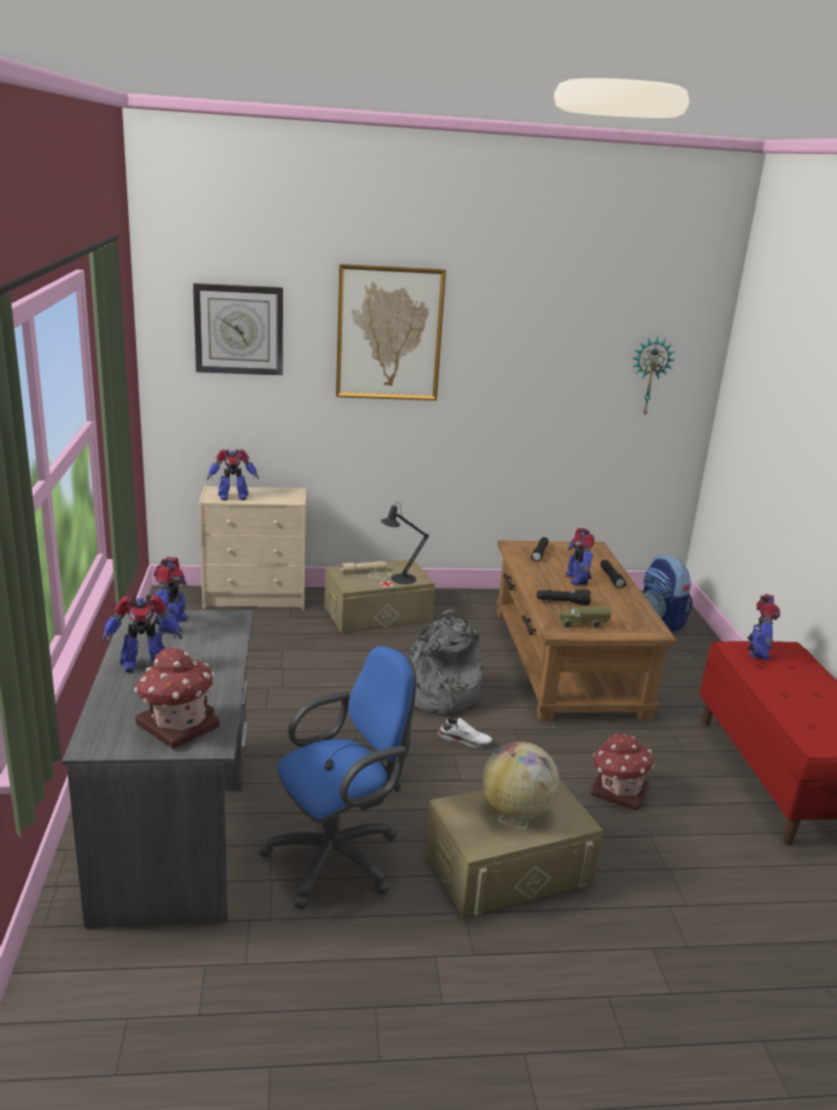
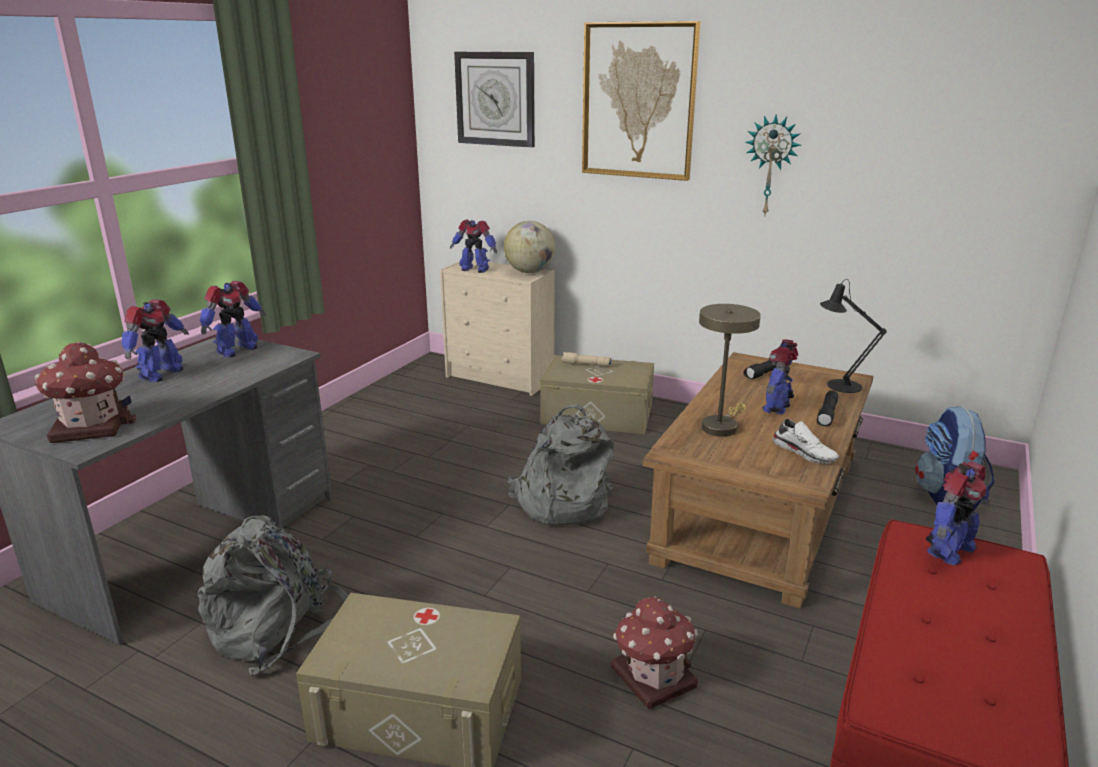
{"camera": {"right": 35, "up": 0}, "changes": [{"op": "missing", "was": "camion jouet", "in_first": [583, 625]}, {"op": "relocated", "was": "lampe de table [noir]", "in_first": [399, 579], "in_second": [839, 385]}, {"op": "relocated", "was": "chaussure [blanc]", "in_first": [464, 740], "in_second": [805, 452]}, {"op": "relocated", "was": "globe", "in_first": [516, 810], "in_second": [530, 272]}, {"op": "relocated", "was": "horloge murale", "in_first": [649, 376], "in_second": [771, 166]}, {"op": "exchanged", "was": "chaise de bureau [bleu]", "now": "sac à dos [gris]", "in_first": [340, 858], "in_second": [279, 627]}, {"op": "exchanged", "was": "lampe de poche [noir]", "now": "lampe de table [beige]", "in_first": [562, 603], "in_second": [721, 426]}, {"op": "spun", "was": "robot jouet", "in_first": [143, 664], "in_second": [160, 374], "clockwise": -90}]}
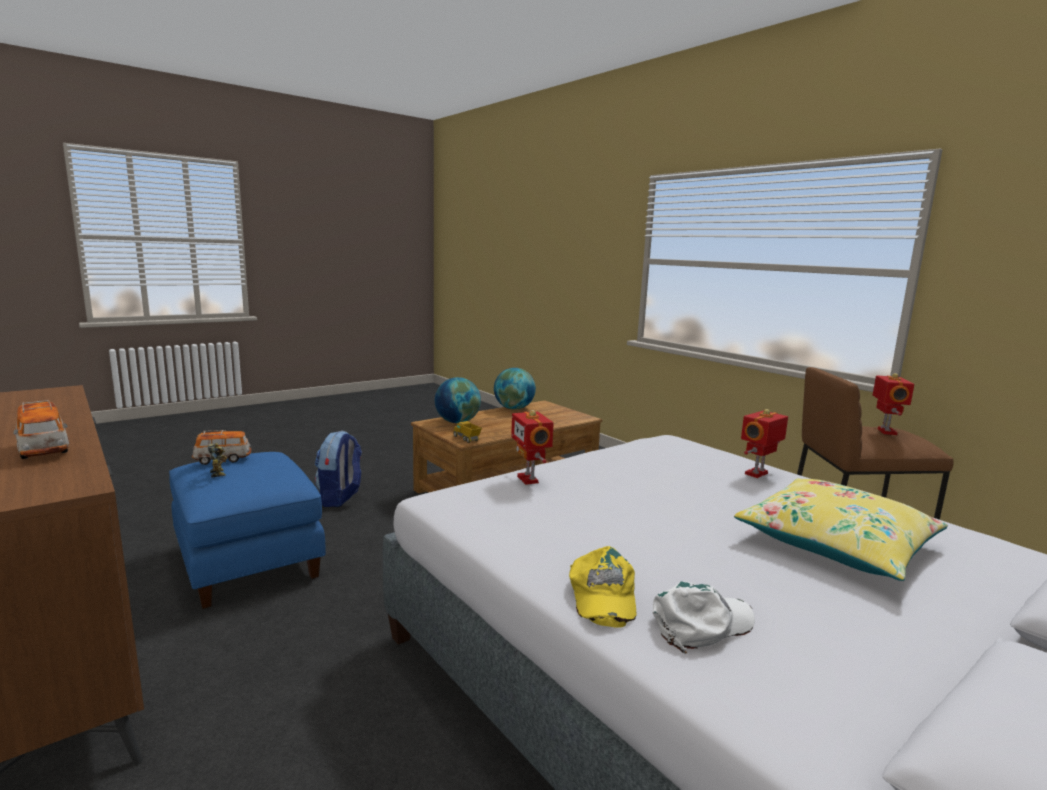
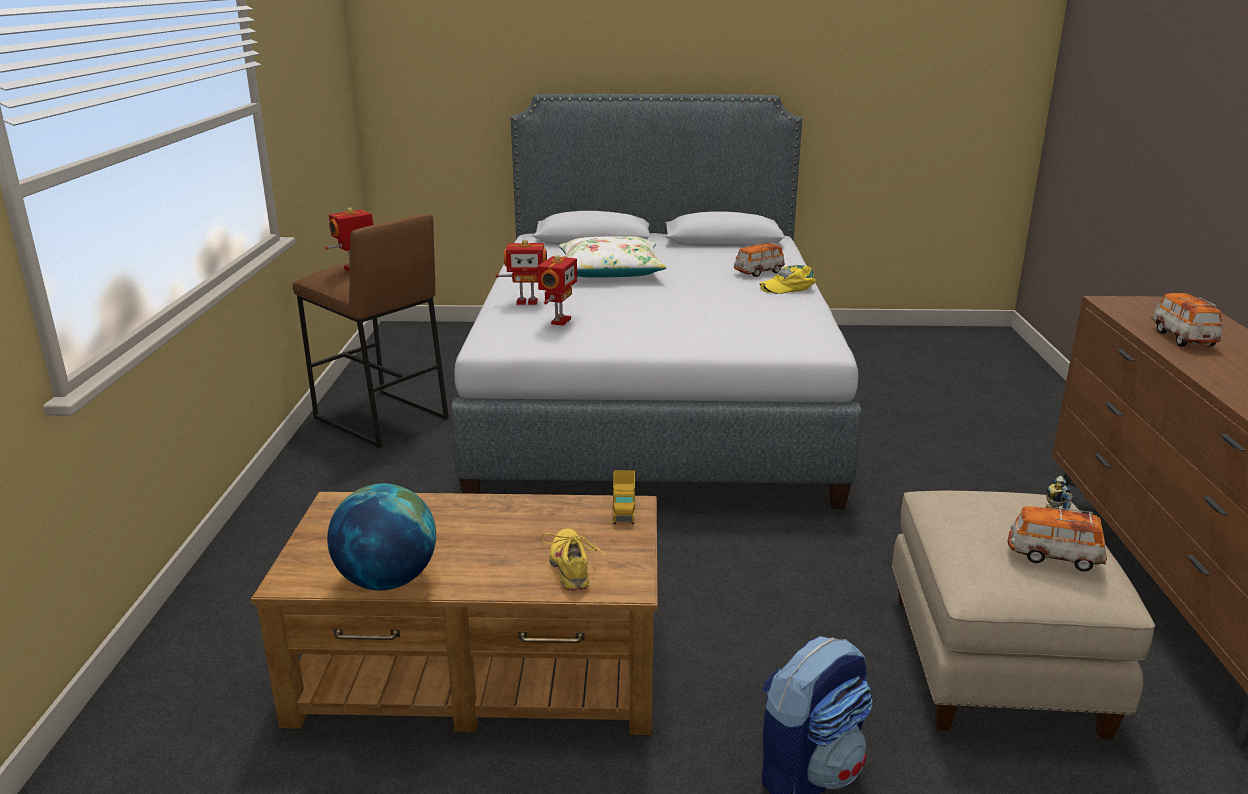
{"camera": {"right": -140, "up": 10}, "changes": [{"op": "relocated", "was": "robot jouet", "in_first": [529, 479], "in_second": [559, 321]}, {"op": "exchanged", "was": "globe", "now": "chaussure [jaune]", "in_first": [457, 422], "in_second": [572, 567]}, {"op": "exchanged", "was": "casquette [blanc]", "now": "petite voiture", "in_first": [701, 624], "in_second": [758, 272]}, {"op": "colour", "was": "pouf [bleu]", "now": "pouf [beige]", "in_first": [246, 561], "in_second": [997, 663]}, {"op": "colour", "was": "coussin [jaune]", "now": "coussin [blanc]", "in_first": [837, 543], "in_second": [610, 271]}, {"op": "spun", "was": "casquette [jaune]", "in_first": [602, 595], "in_second": [788, 287], "clockwise": -150}]}
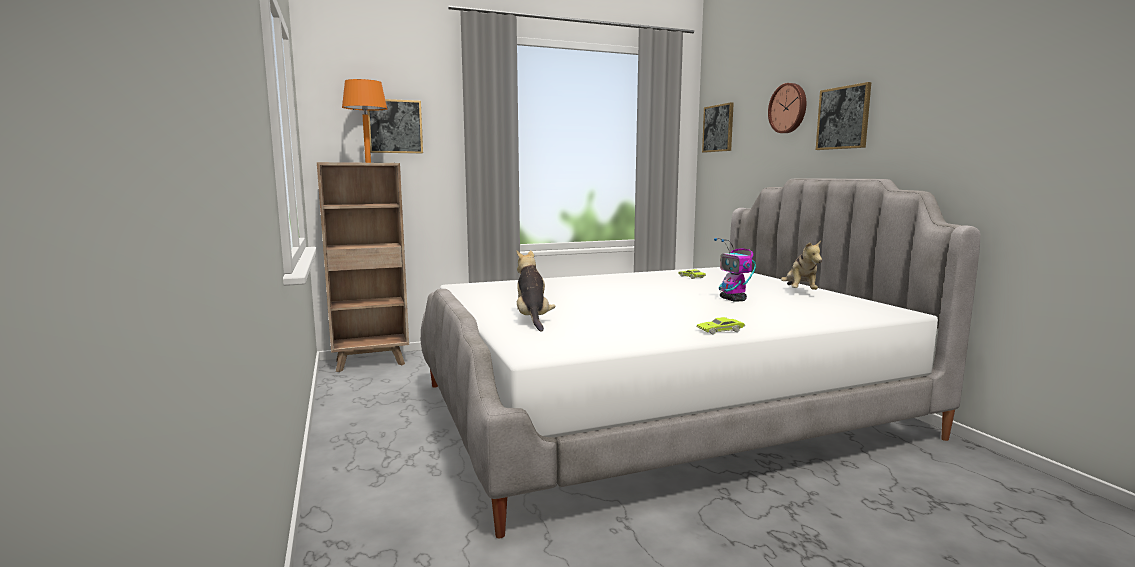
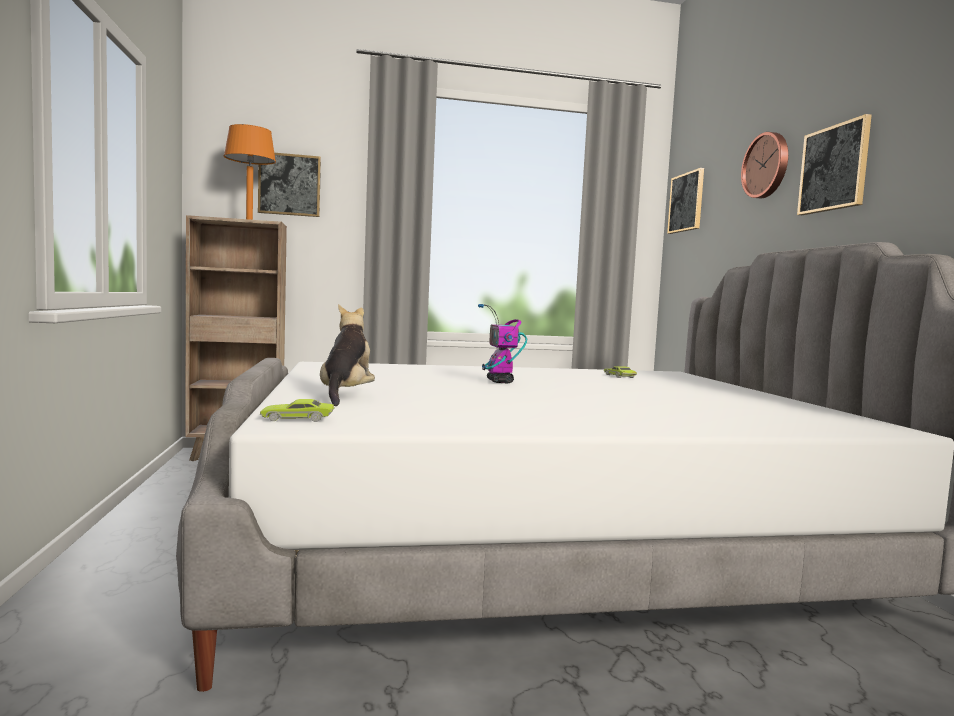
{"camera": {"right": 10, "up": -5}, "changes": [{"op": "missing", "was": "peluche", "in_first": [799, 292]}, {"op": "relocated", "was": "petite voiture [vert]", "in_first": [720, 330], "in_second": [298, 418]}, {"op": "relocated", "was": "robot jouet", "in_first": [733, 299], "in_second": [500, 381]}]}
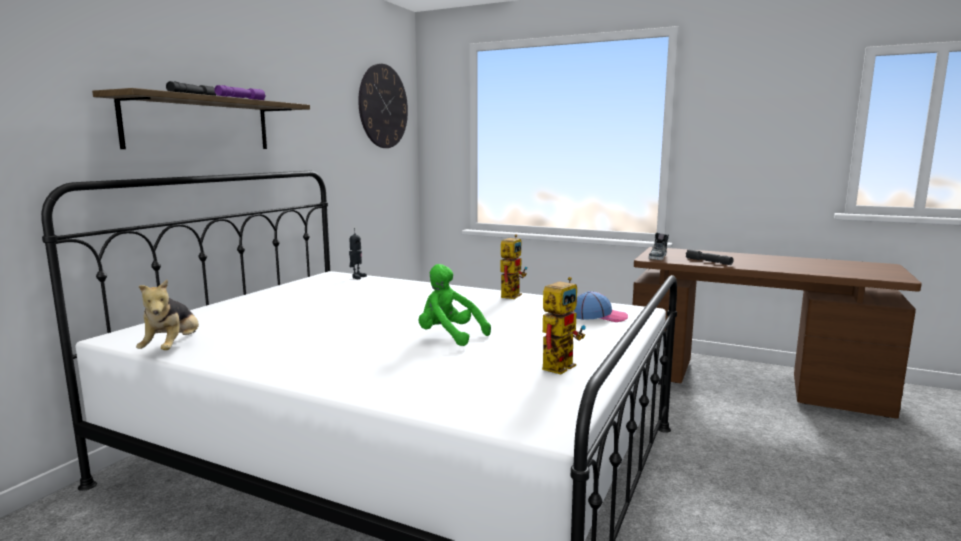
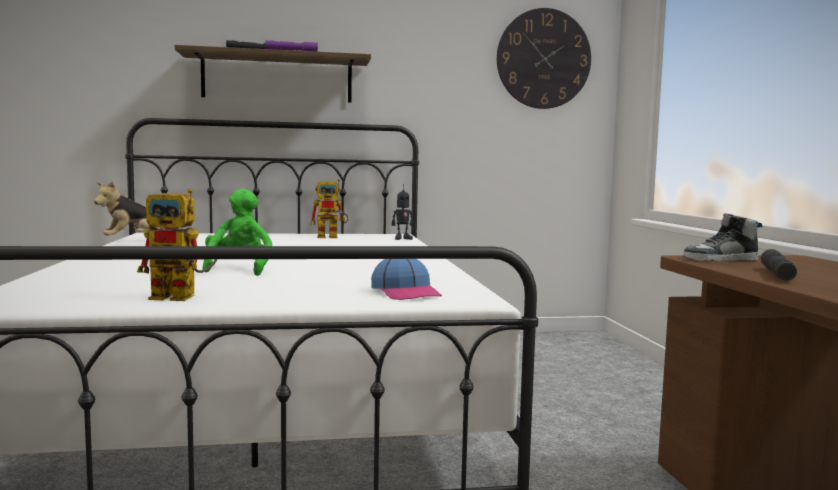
{"camera": {"right": 55, "up": -5}, "changes": [{"op": "relocated", "was": "robot jouet", "in_first": [511, 294], "in_second": [332, 237]}]}
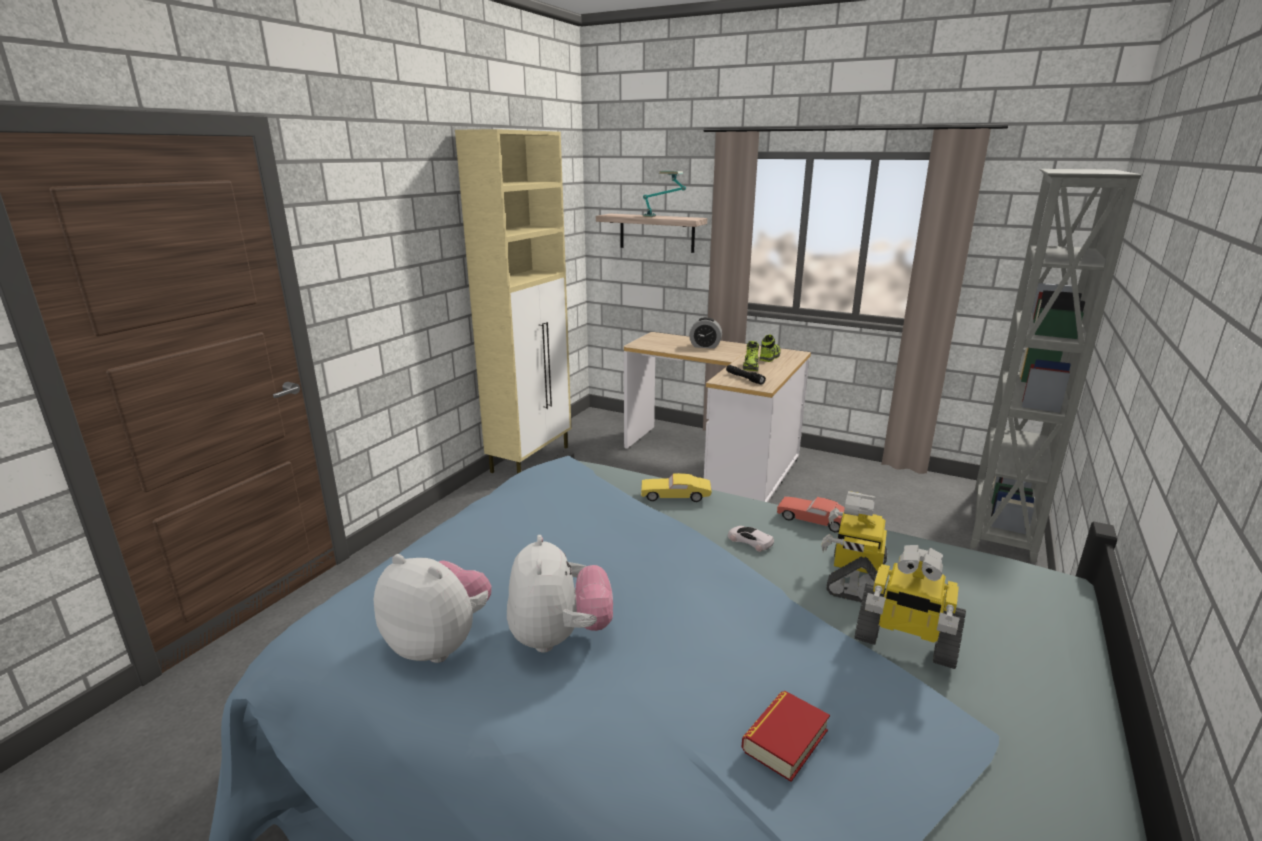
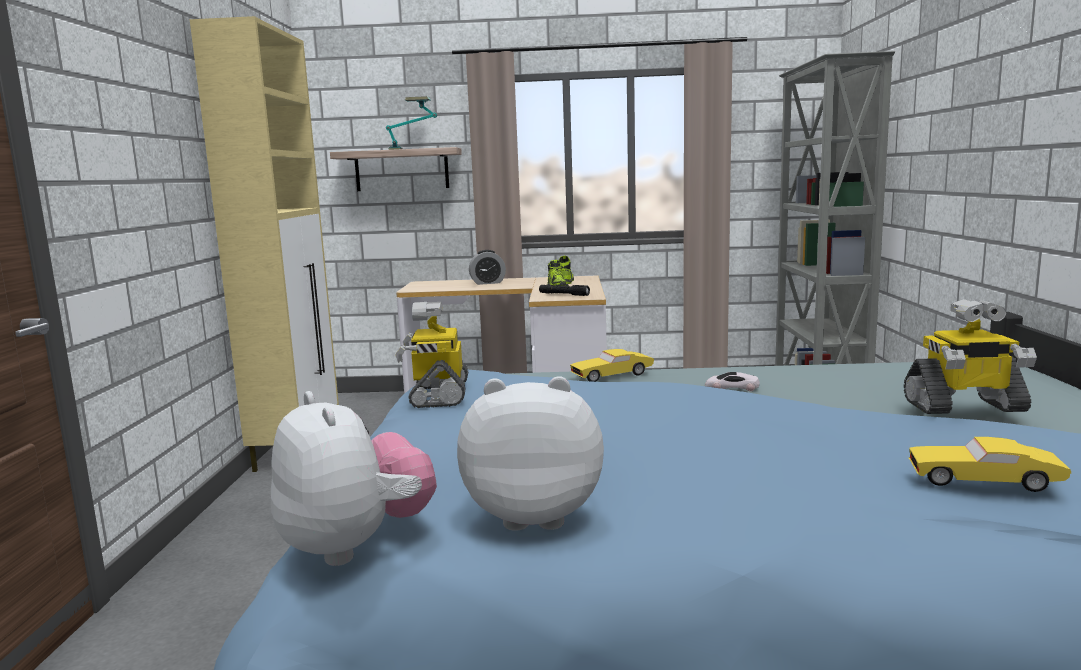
{"camera": {"right": -25, "up": -10}, "changes": [{"op": "missing", "was": "petite voiture [rouge]", "in_first": [815, 521]}, {"op": "relocated", "was": "peluche", "in_first": [559, 637], "in_second": [355, 545]}, {"op": "relocated", "was": "robot jouet", "in_first": [854, 577], "in_second": [438, 395]}, {"op": "exchanged", "was": "livre", "now": "petite voiture [jaune]", "in_first": [785, 740], "in_second": [984, 481]}]}
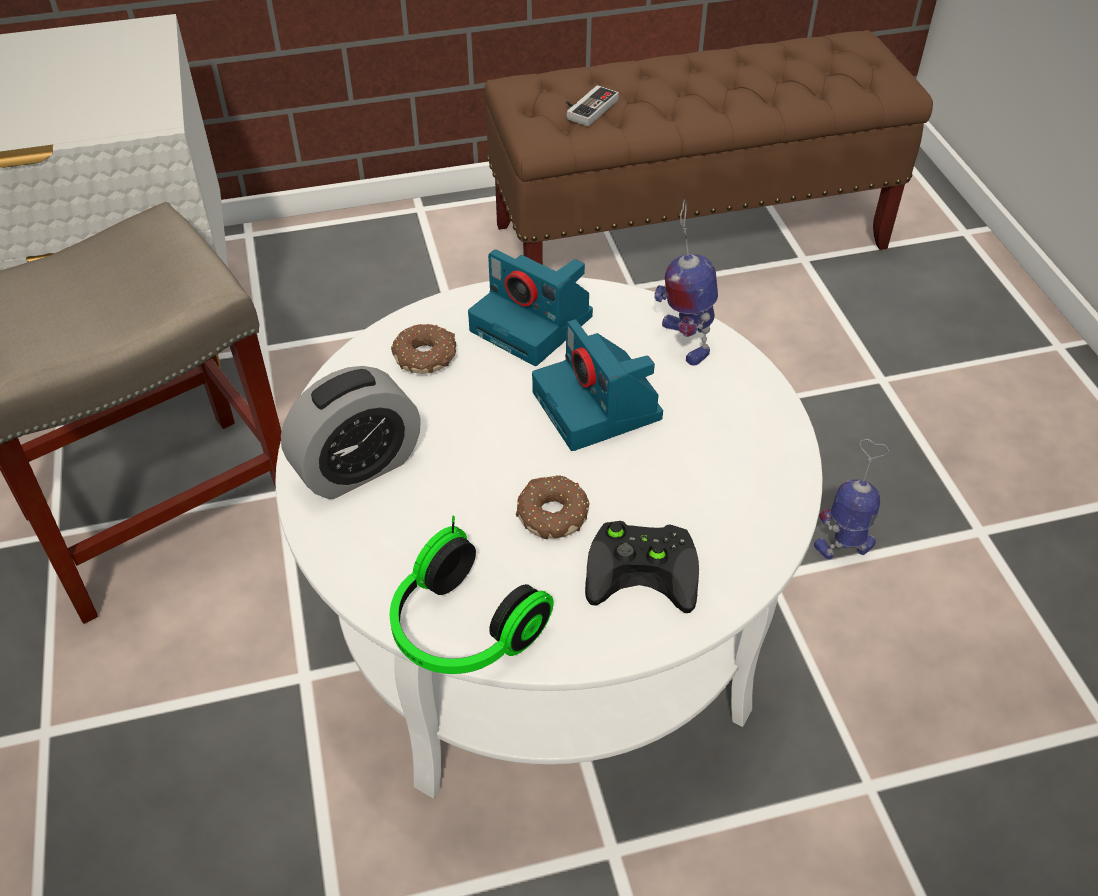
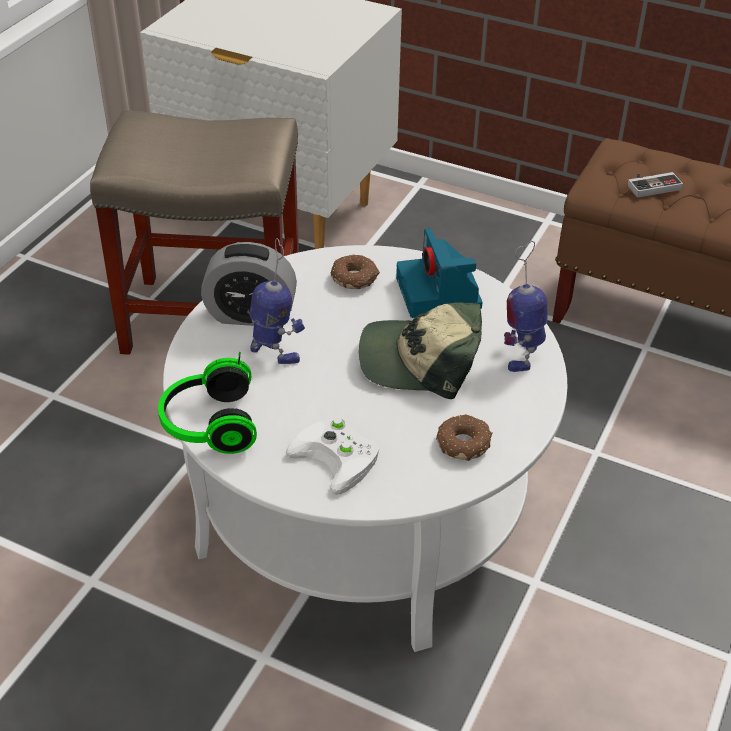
{"camera": {"right": 40, "up": -5}, "changes": [{"op": "relocated", "was": "beignet", "in_first": [552, 513], "in_second": [463, 443]}, {"op": "relocated", "was": "robot jouet", "in_first": [845, 547], "in_second": [275, 352]}, {"op": "exchanged", "was": "appareil photo", "now": "casquette", "in_first": [599, 407], "in_second": [420, 360]}, {"op": "colour", "was": "manette [noir]", "now": "manette [blanc]", "in_first": [645, 568], "in_second": [340, 458]}]}
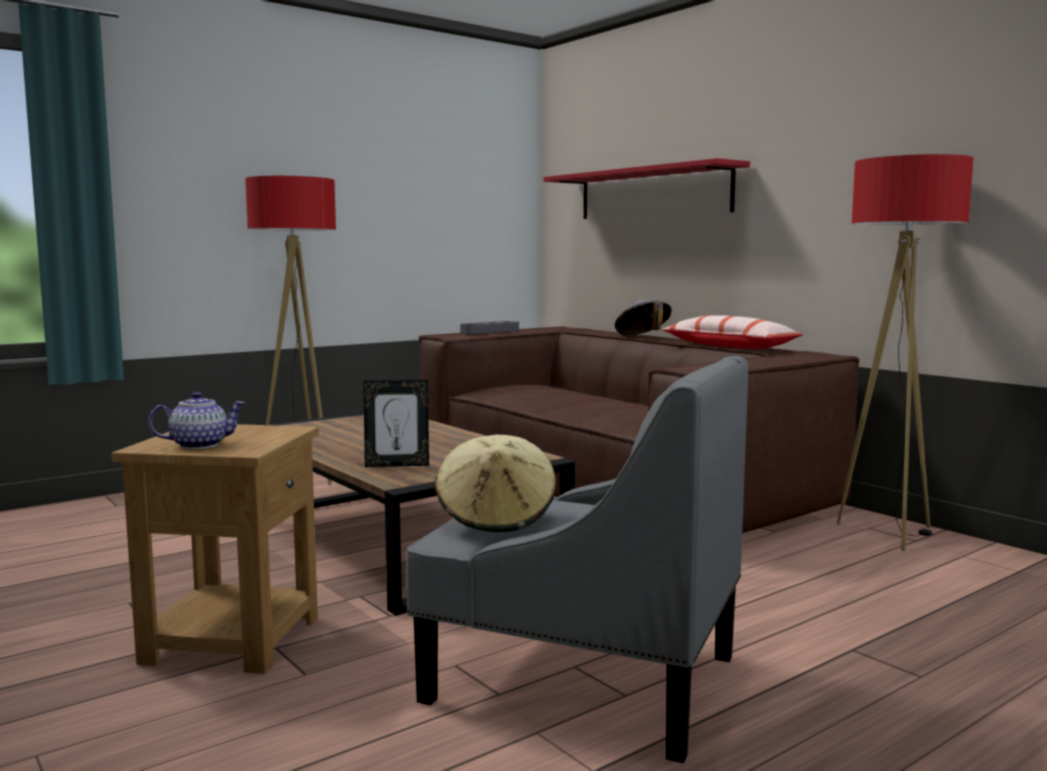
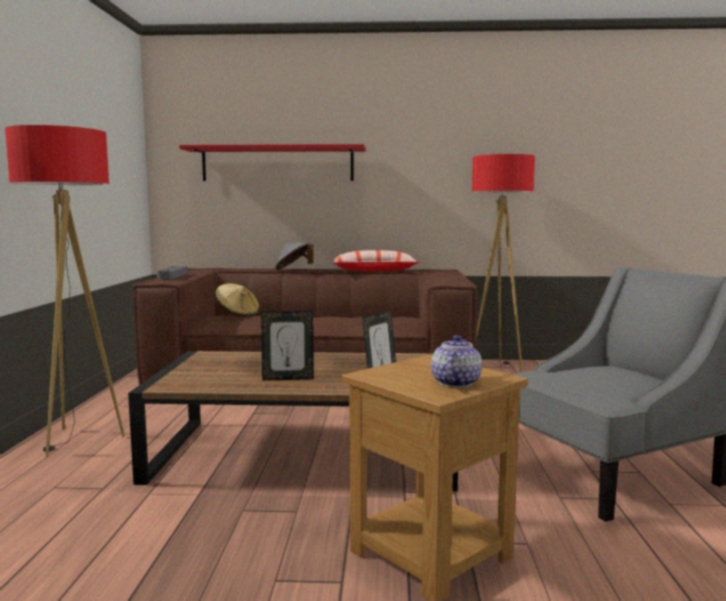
{"camera": {"right": -50, "up": 0}, "changes": [{"op": "appeared", "now": "cadre photo", "in_second": [288, 378]}, {"op": "relocated", "was": "chapeau [beige]", "in_first": [496, 518], "in_second": [237, 314]}]}
